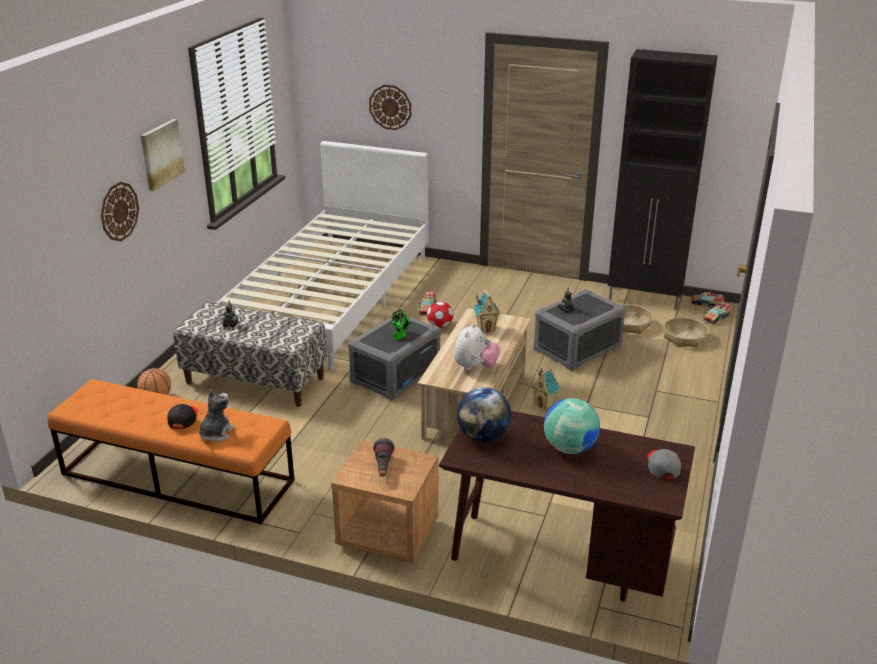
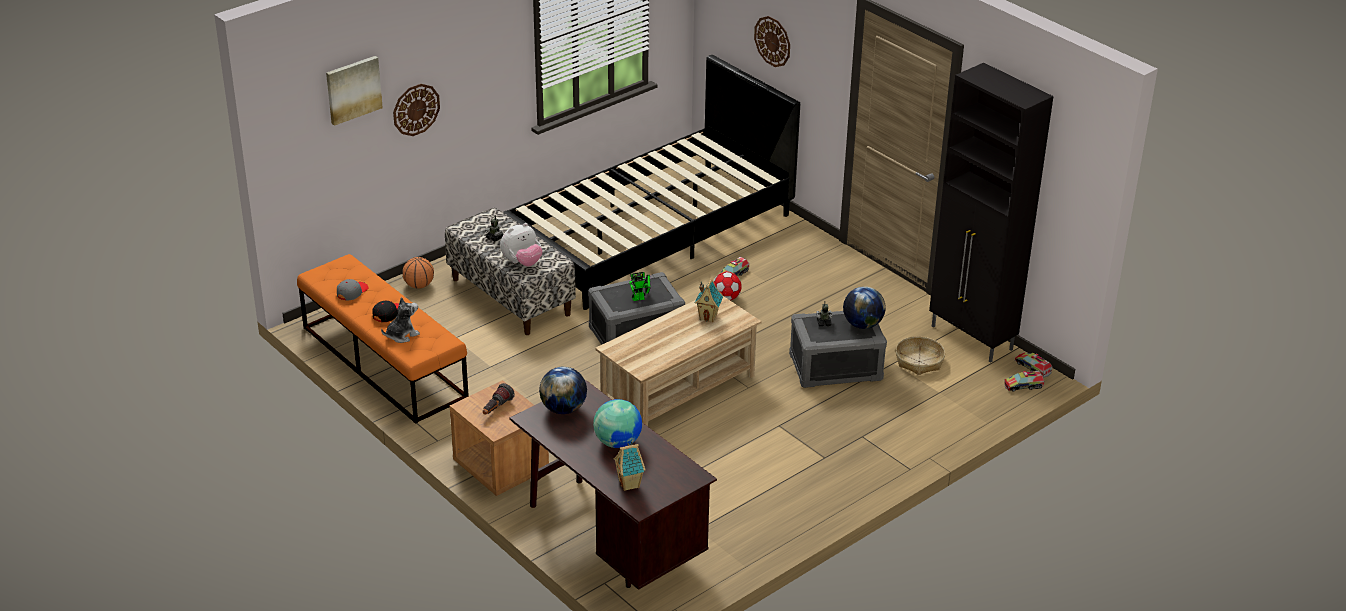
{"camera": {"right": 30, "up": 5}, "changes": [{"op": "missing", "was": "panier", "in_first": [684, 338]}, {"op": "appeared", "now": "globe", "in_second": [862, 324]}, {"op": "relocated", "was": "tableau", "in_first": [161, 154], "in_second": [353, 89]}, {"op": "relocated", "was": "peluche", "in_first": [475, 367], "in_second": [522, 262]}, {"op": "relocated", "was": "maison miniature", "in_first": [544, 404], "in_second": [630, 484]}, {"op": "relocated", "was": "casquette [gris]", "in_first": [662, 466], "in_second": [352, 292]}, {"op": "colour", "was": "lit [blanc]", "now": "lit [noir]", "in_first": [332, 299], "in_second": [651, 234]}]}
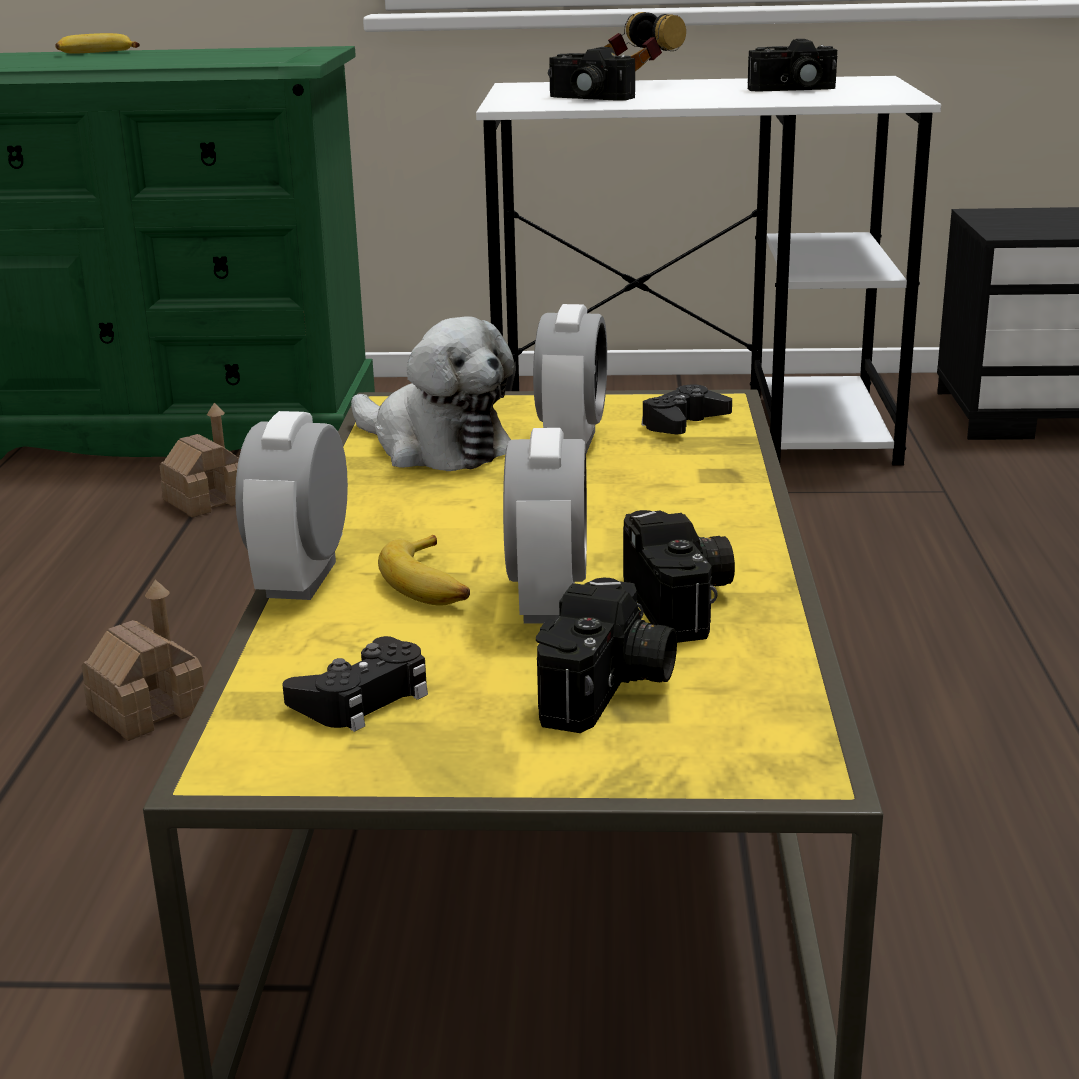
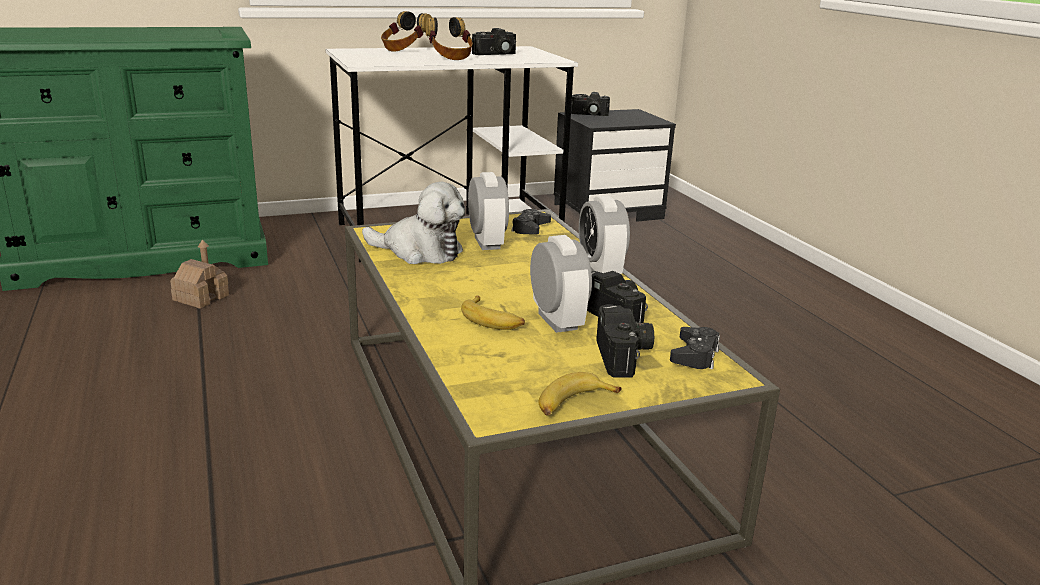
{"camera": {"right": -25, "up": 0}, "changes": [{"op": "missing", "was": "maison miniature", "in_first": [147, 709]}, {"op": "appeared", "now": "casque audio", "in_second": [450, 57]}, {"op": "relocated", "was": "banane", "in_first": [96, 53], "in_second": [573, 404]}, {"op": "relocated", "was": "réveil", "in_first": [302, 579], "in_second": [600, 271]}, {"op": "relocated", "was": "manette [noir]", "in_first": [363, 698], "in_second": [695, 355]}, {"op": "relocated", "was": "appareil photo", "in_first": [586, 98], "in_second": [589, 114]}]}
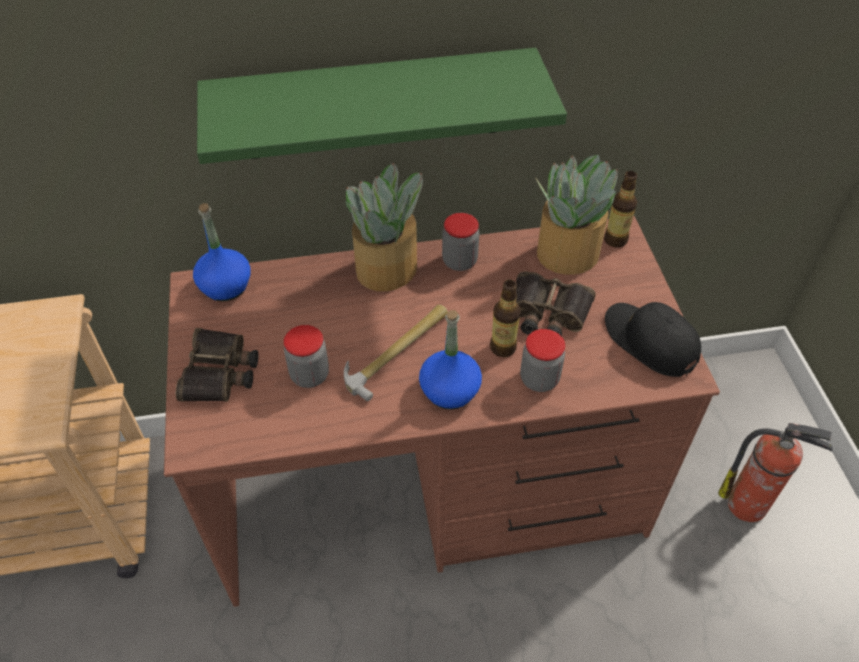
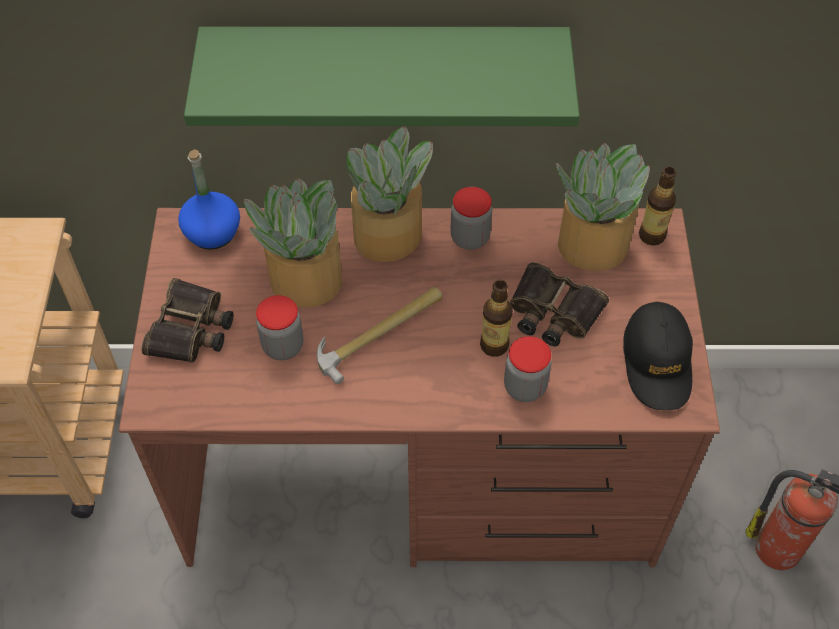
{"camera": {"right": 10, "up": 5}, "changes": [{"op": "missing", "was": "bouteille [bleu]", "in_first": [449, 391]}, {"op": "appeared", "now": "plante en pot", "in_second": [304, 280]}, {"op": "spun", "was": "casquette [noir]", "in_first": [650, 342], "in_second": [657, 362], "clockwise": -150}]}
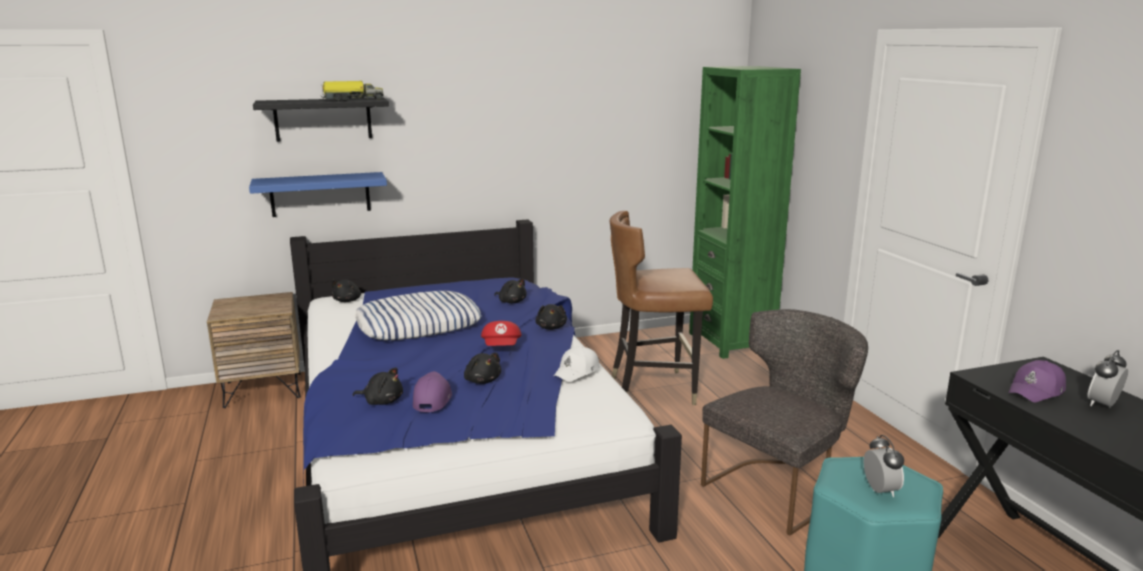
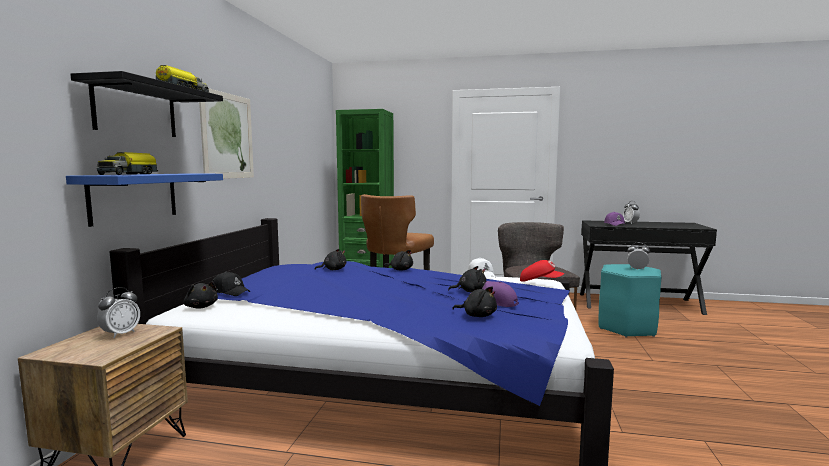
{"camera": {"right": -60, "up": -10}, "changes": [{"op": "missing", "was": "coussin", "in_first": [419, 325]}, {"op": "appeared", "now": "camion jouet", "in_second": [130, 174]}, {"op": "appeared", "now": "réveil", "in_second": [120, 334]}, {"op": "appeared", "now": "tableau", "in_second": [227, 136]}, {"op": "appeared", "now": "casquette [noir]", "in_second": [230, 291]}, {"op": "relocated", "was": "casquette [rouge]", "in_first": [502, 347], "in_second": [540, 282]}, {"op": "spun", "was": "peluche [noir]", "in_first": [382, 401], "in_second": [477, 315], "clockwise": 75}]}
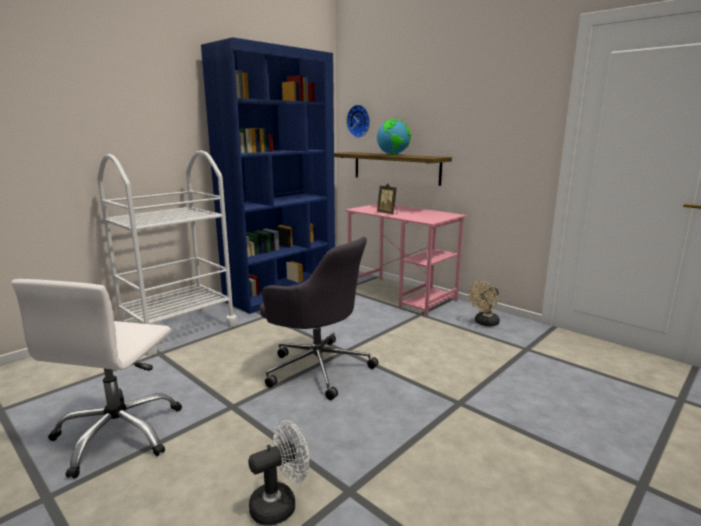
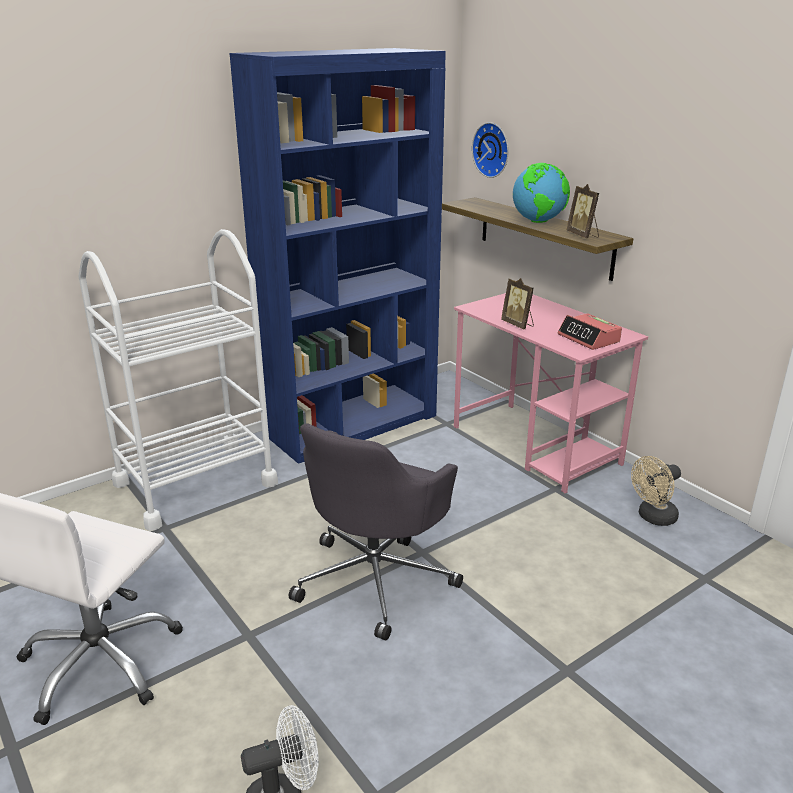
{"camera": {"right": 10, "up": 10}, "changes": [{"op": "appeared", "now": "réveil", "in_second": [589, 339]}, {"op": "appeared", "now": "cadre photo", "in_second": [583, 235]}, {"op": "spun", "was": "chaise de bureau [gris]", "in_first": [317, 367], "in_second": [376, 578], "clockwise": 75}]}
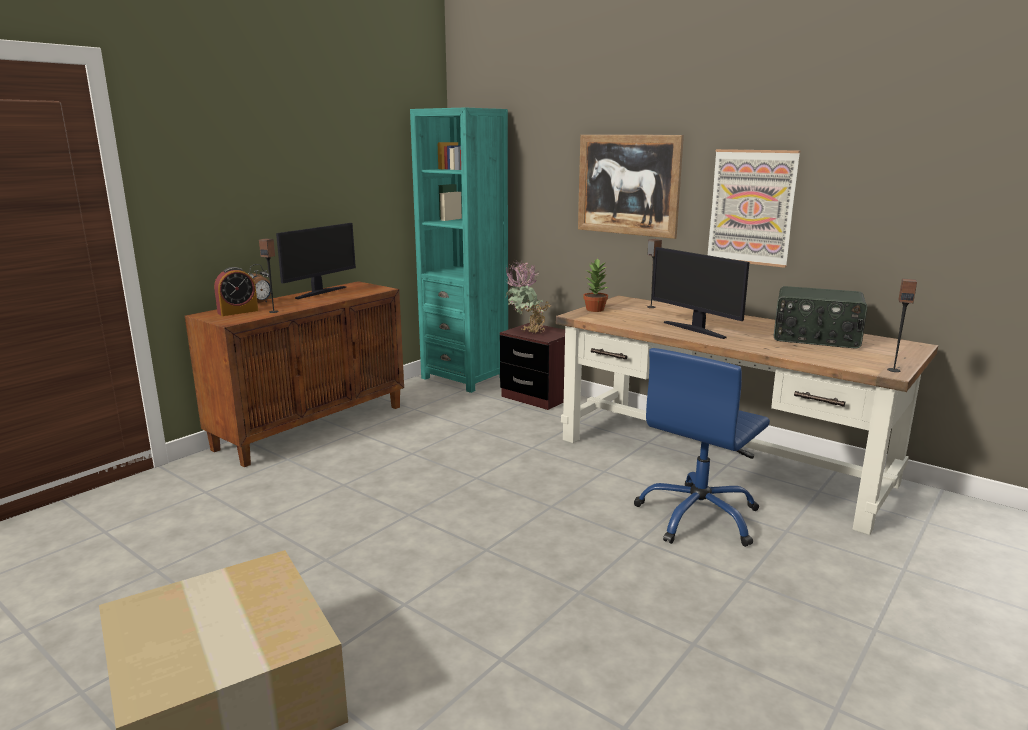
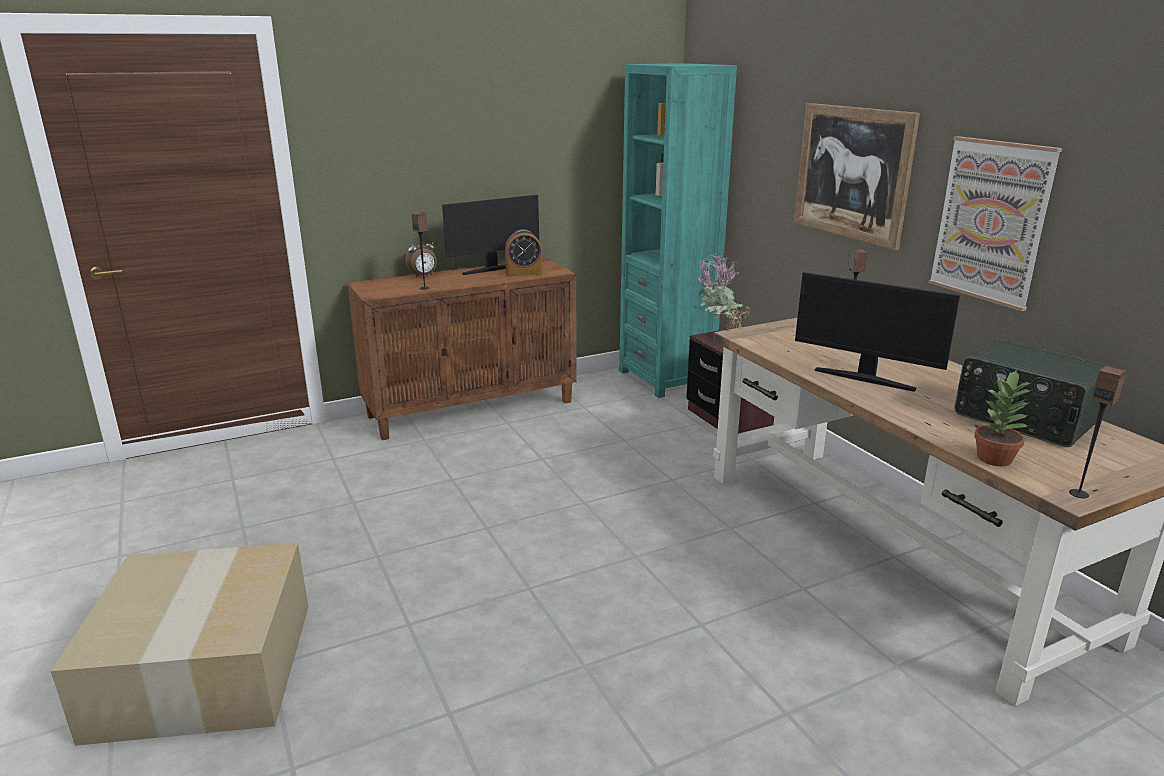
{"camera": {"right": 25, "up": 5}, "changes": [{"op": "missing", "was": "chaise de bureau [bleu]", "in_first": [698, 517]}, {"op": "relocated", "was": "réveil", "in_first": [238, 312], "in_second": [524, 273]}, {"op": "relocated", "was": "plante en pot", "in_first": [595, 309], "in_second": [995, 459]}, {"op": "spun", "was": "écran d'ordinateur", "in_first": [695, 329], "in_second": [864, 378], "clockwise": -45}]}
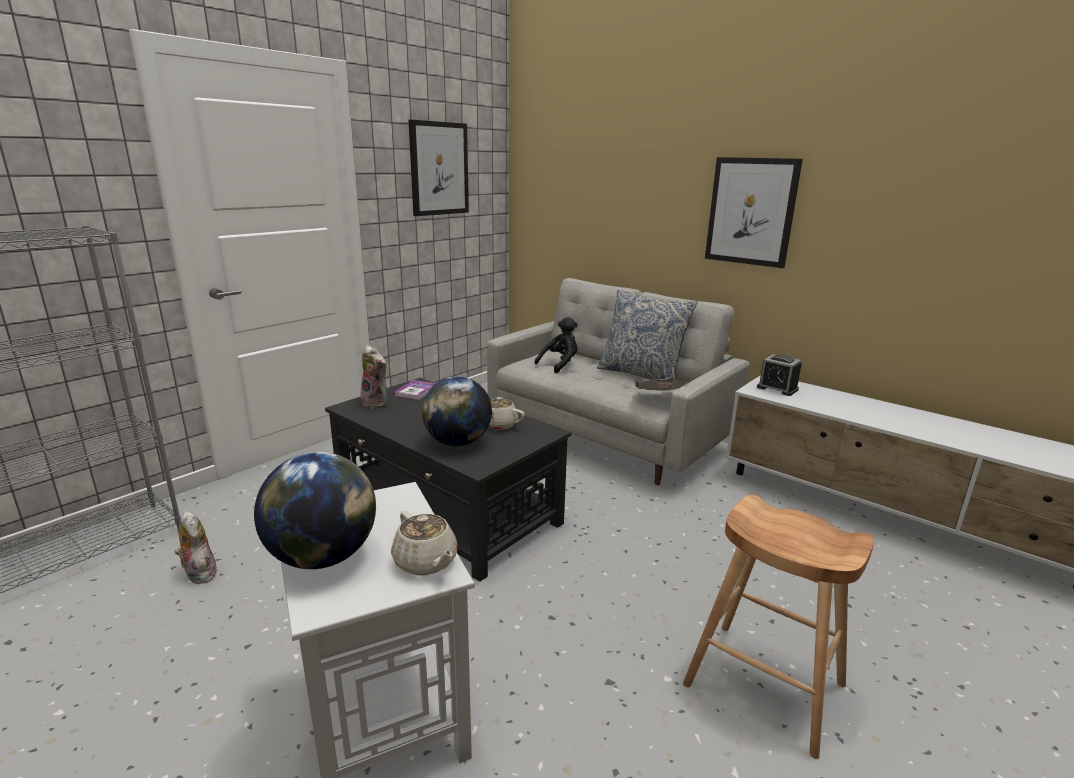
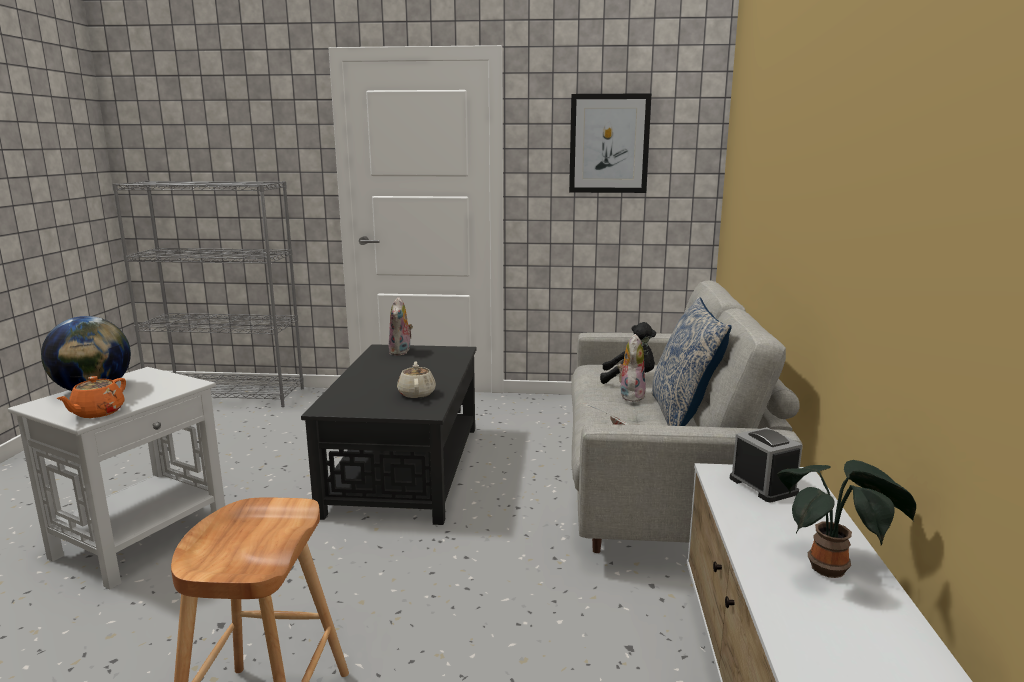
{"camera": {"right": 55, "up": -5}, "changes": [{"op": "missing", "was": "livre", "in_first": [416, 391]}, {"op": "missing", "was": "globe", "in_first": [458, 443]}, {"op": "missing", "was": "tableau", "in_first": [751, 211]}, {"op": "appeared", "now": "plante en pot", "in_second": [832, 569]}, {"op": "relocated", "was": "peluche", "in_first": [198, 574], "in_second": [630, 395]}, {"op": "colour", "was": "théière [beige]", "now": "théière [orange]", "in_first": [426, 562], "in_second": [97, 413]}, {"op": "spun", "was": "réveil", "in_first": [777, 388], "in_second": [763, 486], "clockwise": 150}]}
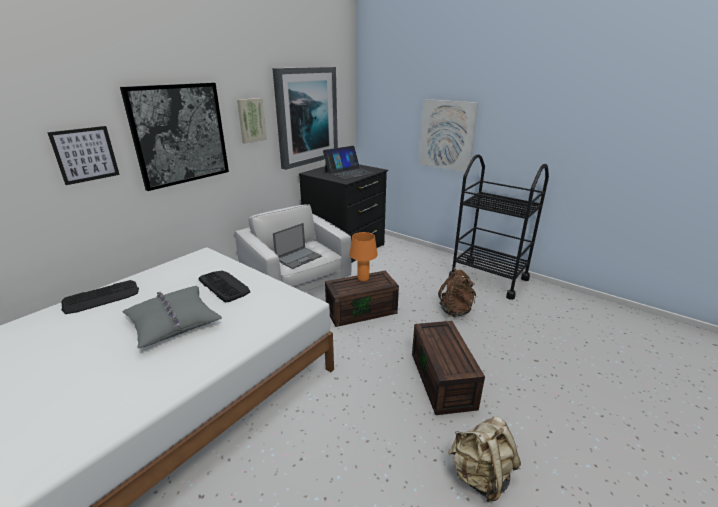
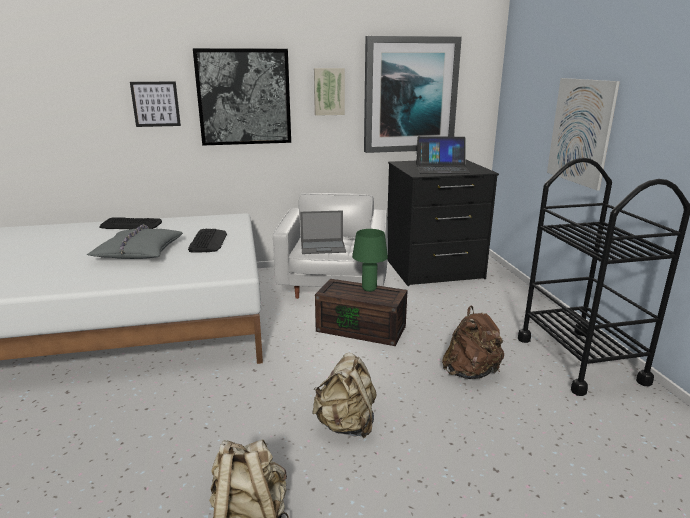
{"camera": {"right": 40, "up": -5}, "changes": [{"op": "exchanged", "was": "boîte de rangement [marron]", "now": "sac à dos [beige]", "in_first": [444, 380], "in_second": [346, 425]}, {"op": "colour", "was": "lampe de table [orange]", "now": "lampe de table [vert]", "in_first": [363, 279], "in_second": [369, 289]}]}
